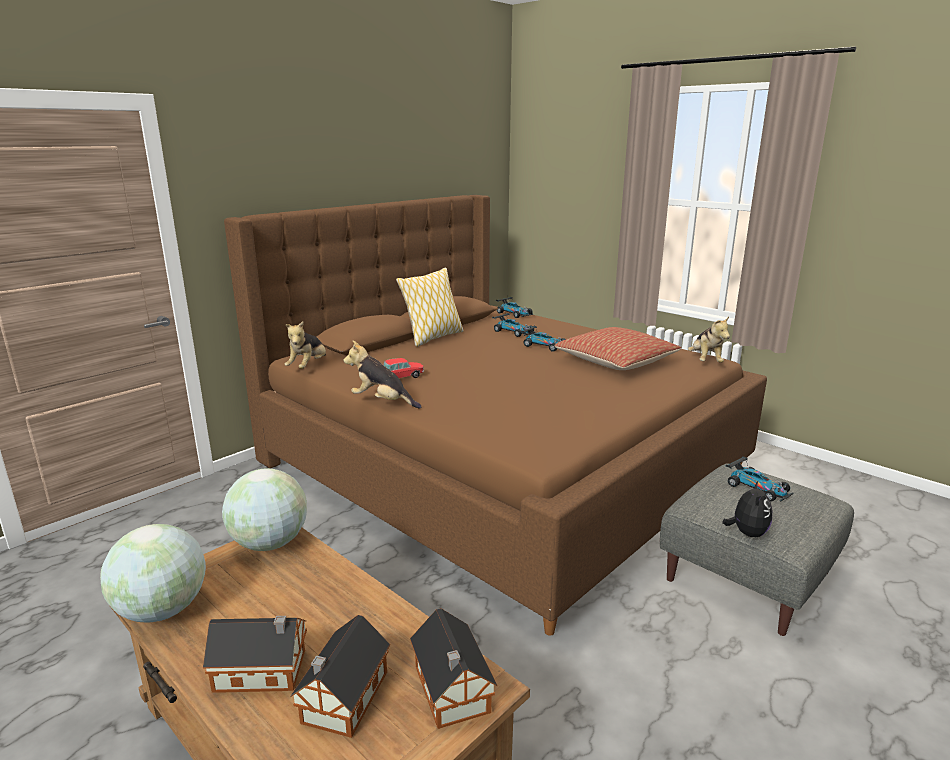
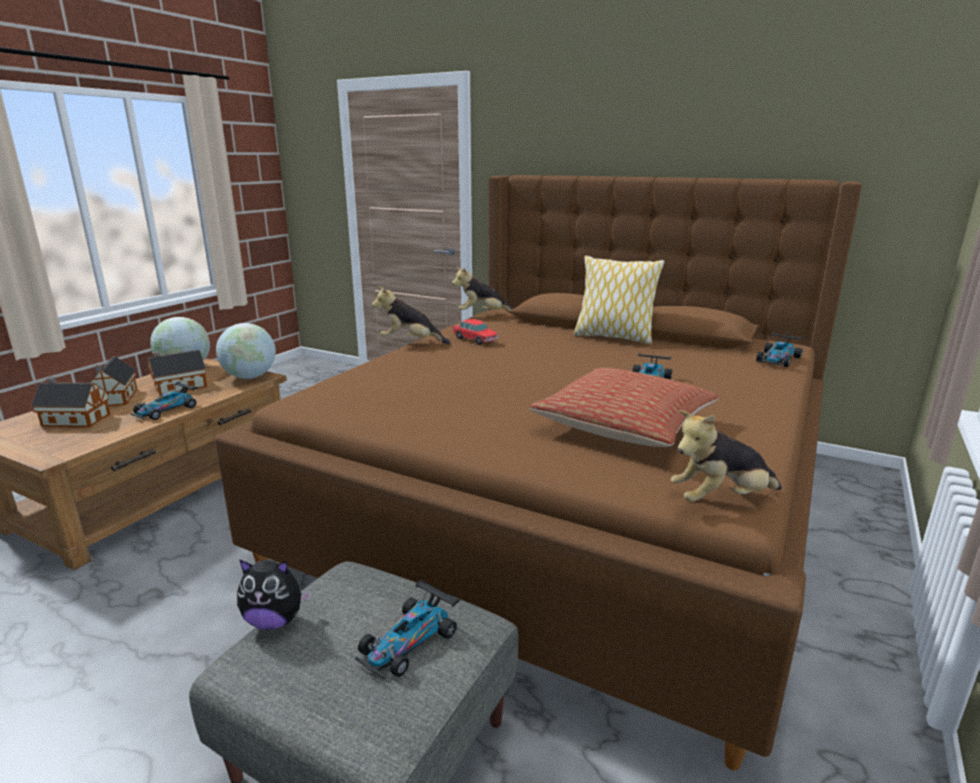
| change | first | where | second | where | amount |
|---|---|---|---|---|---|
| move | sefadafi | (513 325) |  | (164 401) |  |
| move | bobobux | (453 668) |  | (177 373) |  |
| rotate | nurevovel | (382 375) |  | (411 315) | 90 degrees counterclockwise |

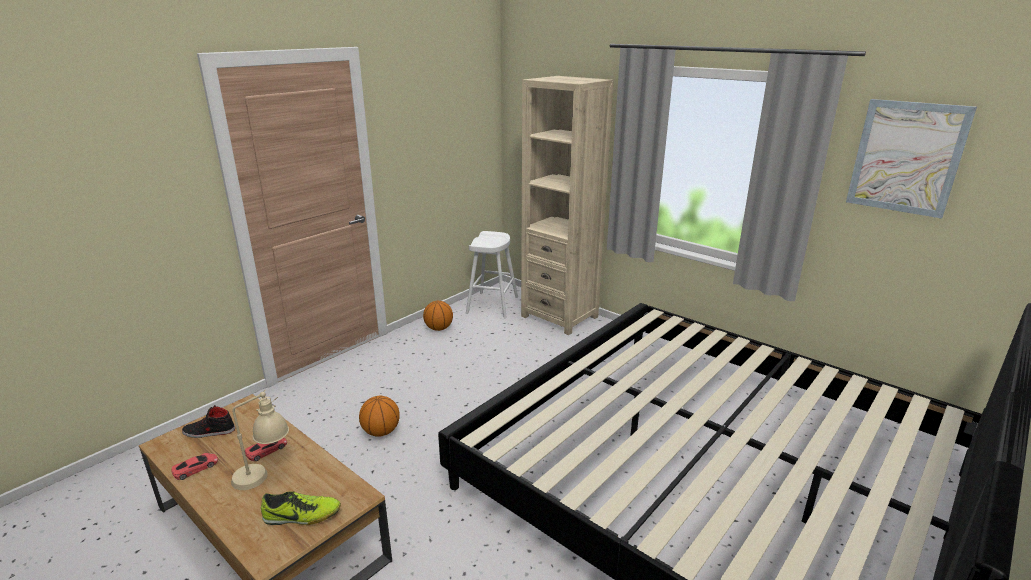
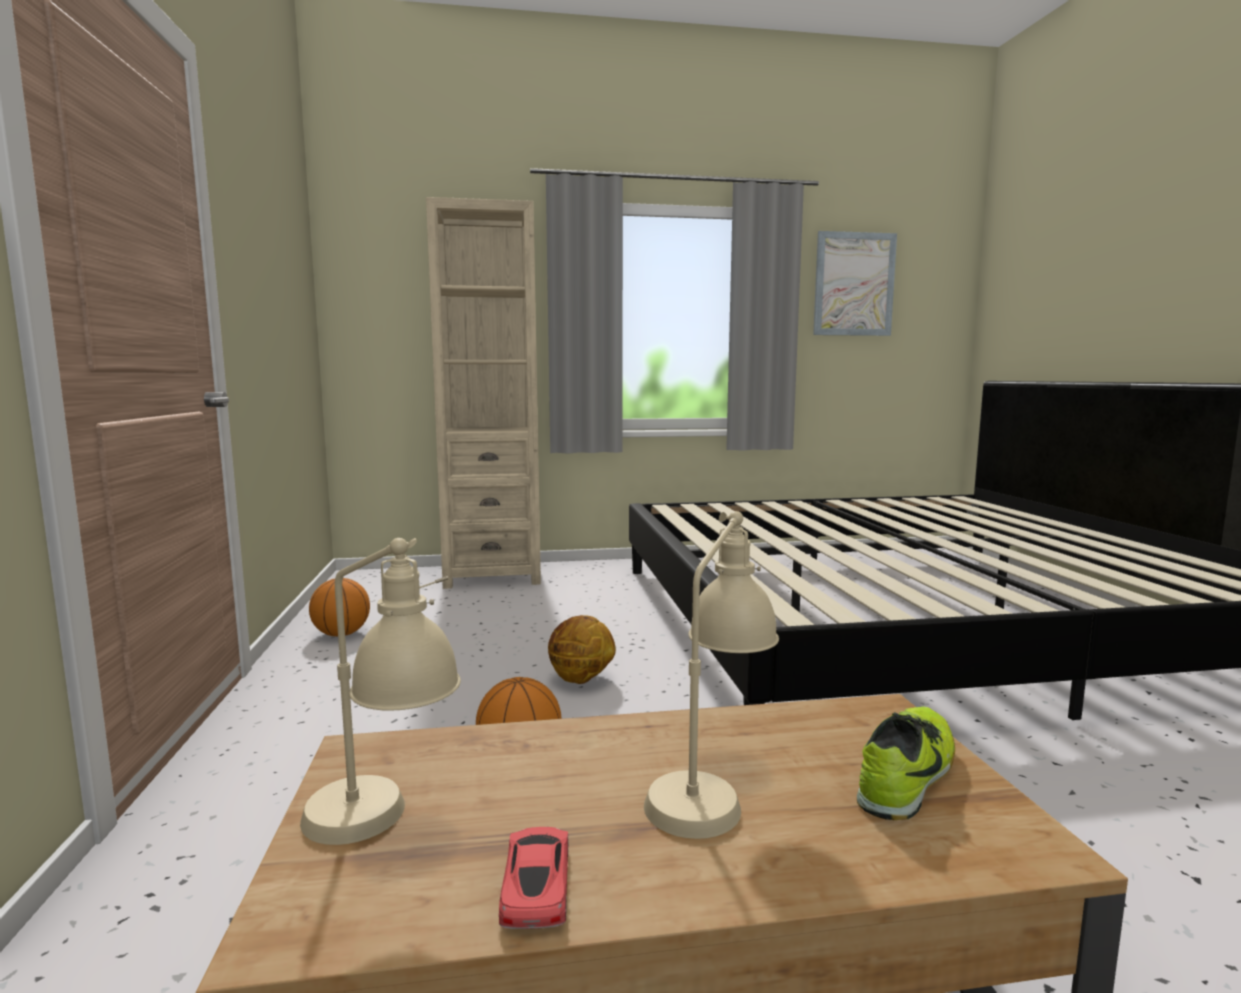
| change | first | where | second | where | amount |
|---|---|---|---|---|---|
| replace | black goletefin | (208 421) | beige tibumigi | (380 691) |  |
| insert |  |  | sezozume | (582 649) |  |
| delete | red sefadafi | (266 449) |  |  |  |
| delete | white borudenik | (492 274) |  |  |  |

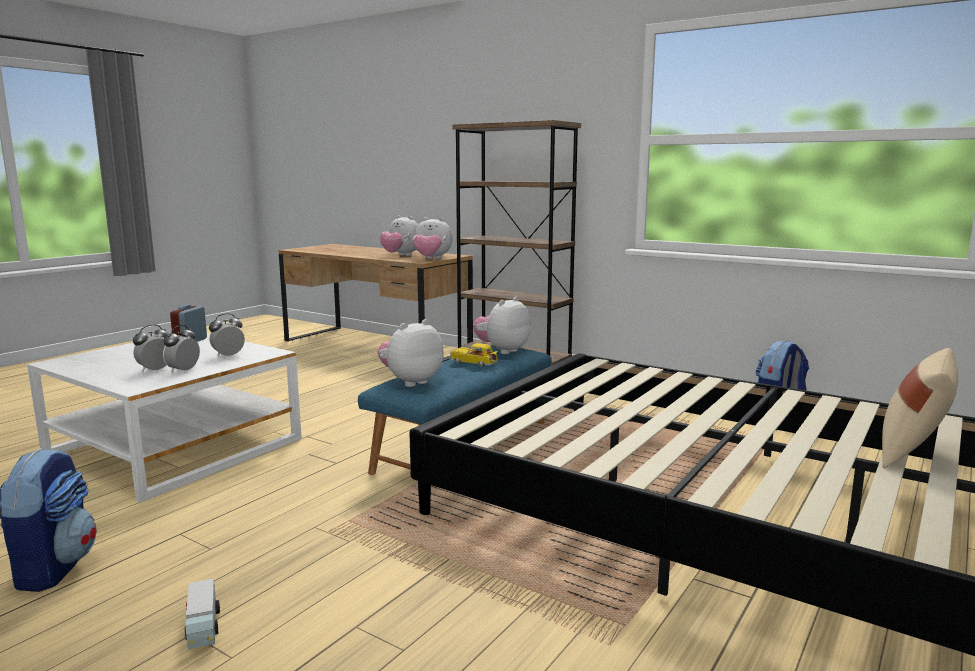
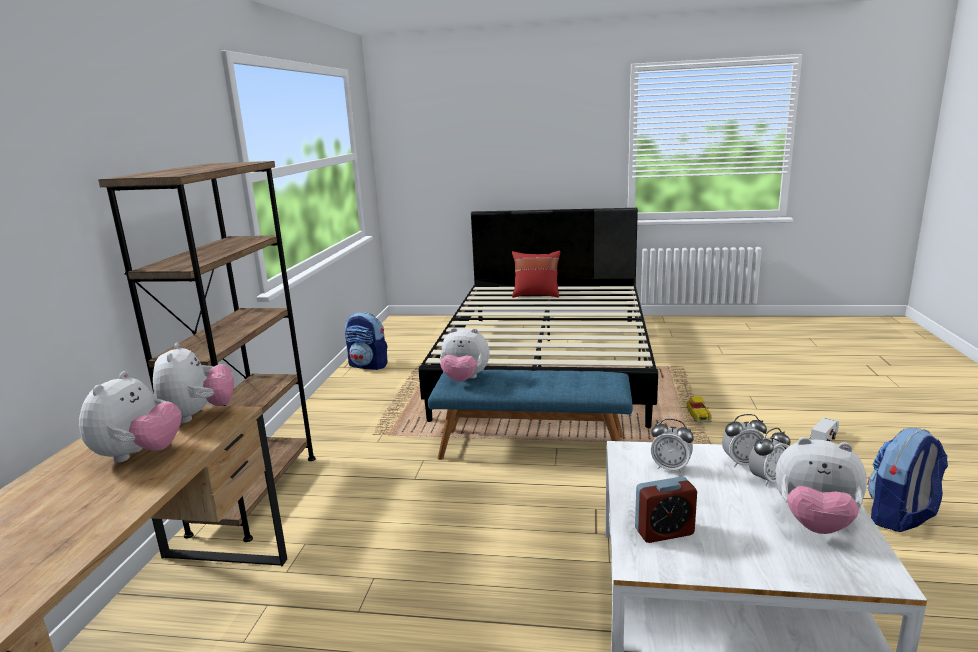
| change | first | where | second | where | amount |
|---|---|---|---|---|---|
| recolor | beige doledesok | (920 408) | red doledesok | (536 274) |  |
| move | sefadafi | (474 354) |  | (699 409) |  |
| rotate | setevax | (150 348) |  | (770 457) | 45 degrees counterclockwise |
| move | nurevovel | (410 353) |  | (821 485) |  |

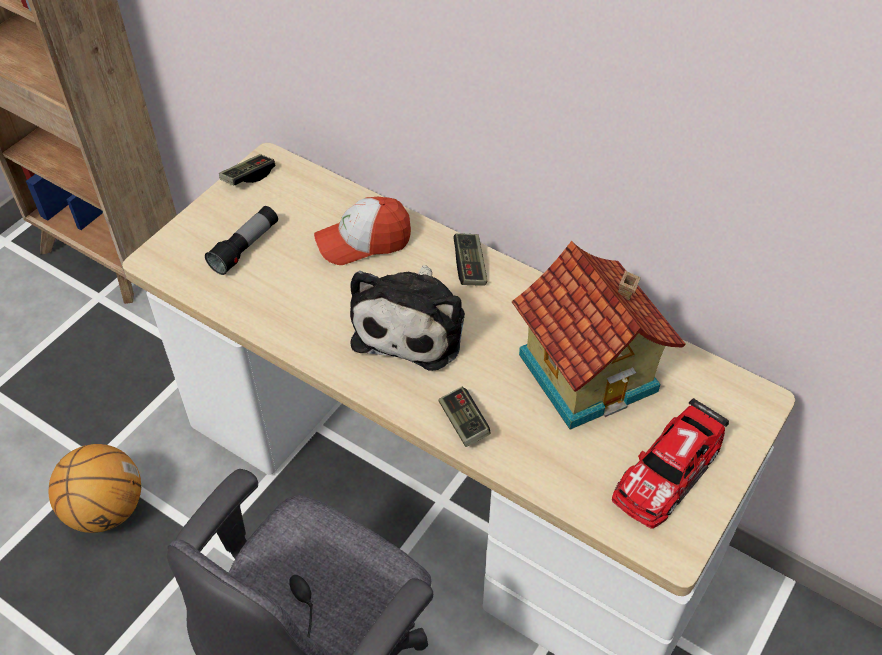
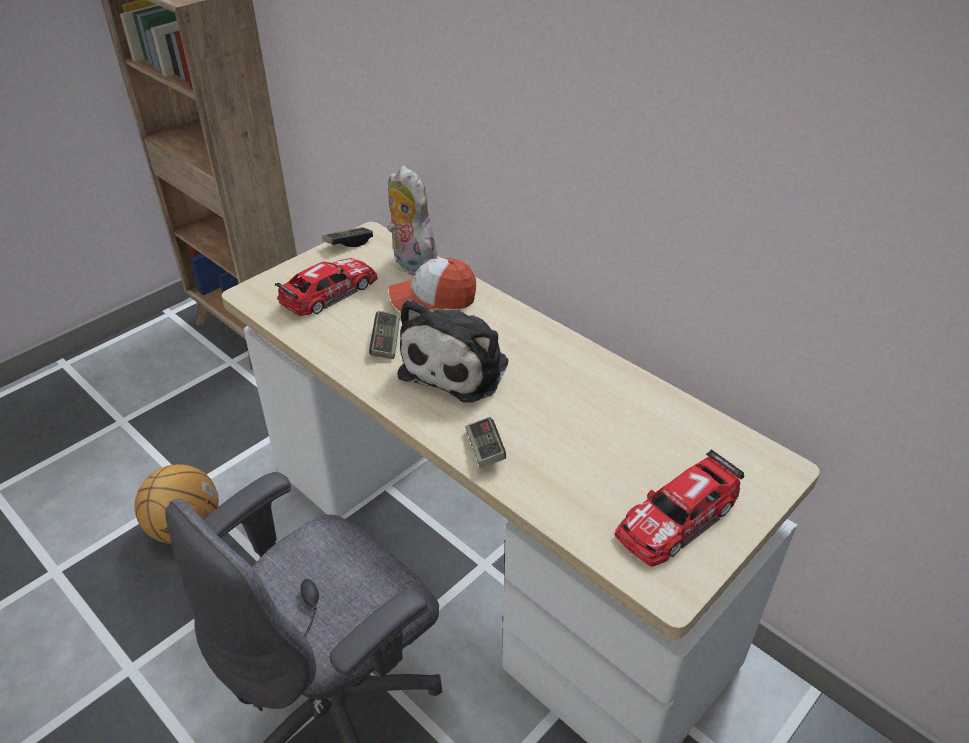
| change | first | where | second | where | amount |
|---|---|---|---|---|---|
| replace | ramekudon | (241 240) | sefadafi | (326 287) |  |
| move | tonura | (470 259) |  | (384 335) |  |
| insert |  |  | nurevovel | (412 221) |  |
| delete | bobobux | (598 335) |  |  |  |

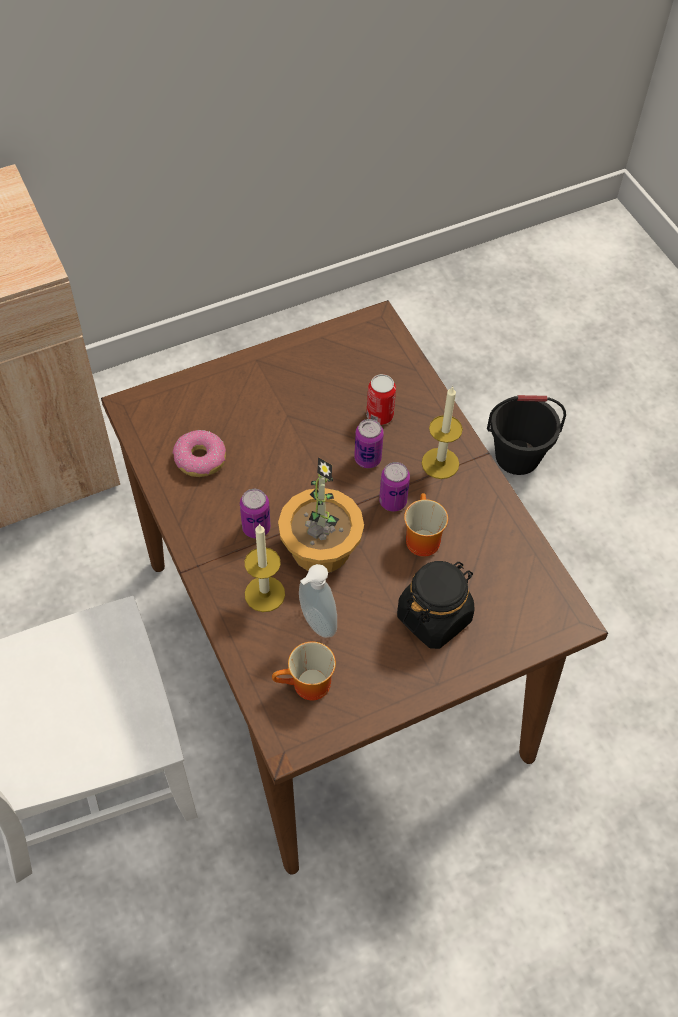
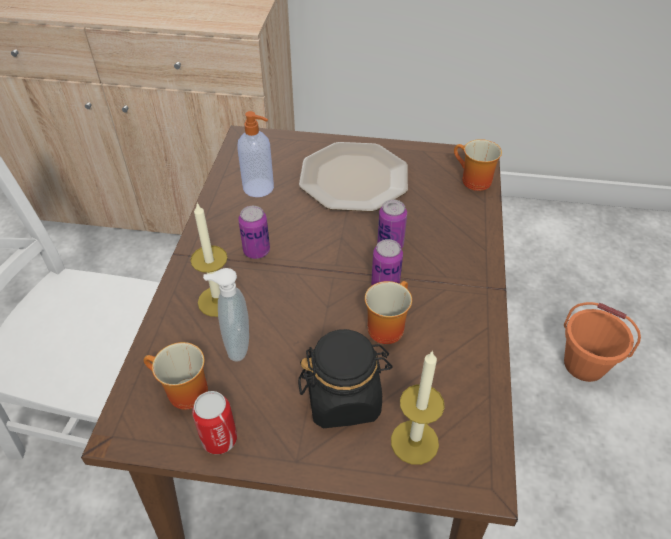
| change | first | where | second | where | amount |
|---|---|---|---|---|---|
| move | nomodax | (381 399) |  | (214 422) |  |
| replace | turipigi | (199 453) | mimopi | (255 154) |  |
| insert |  |  | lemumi | (353 177) |  |
| move | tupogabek | (442 432) |  | (418 407) |  |
| insert |  |  | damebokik | (478 165) |  |
| recolor | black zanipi | (526 435) | orange zanipi | (602 342) |  |
| delete | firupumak | (321 515) |  |  |  |

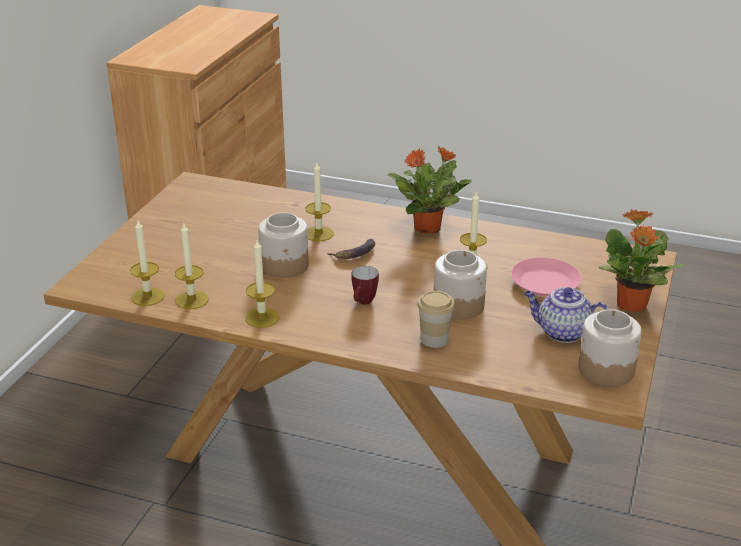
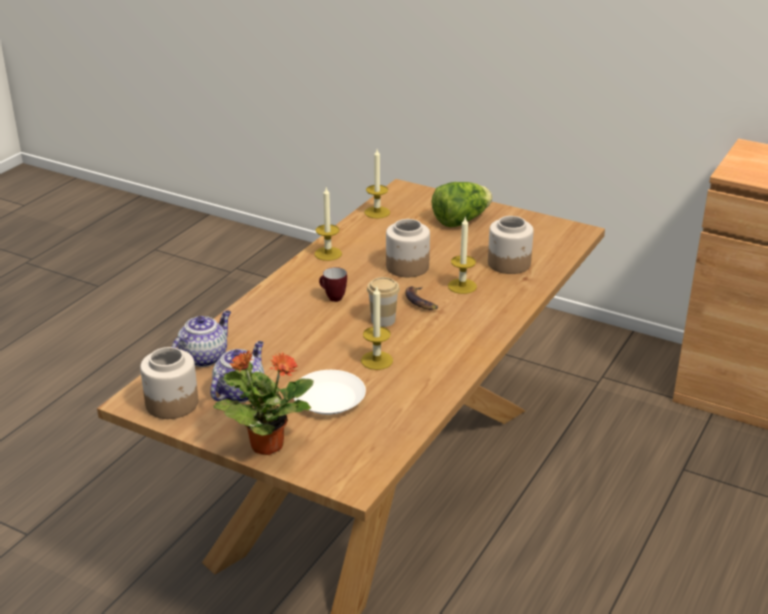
| change | first | where | second | where | amount |
|---|---|---|---|---|---|
| insert |  |  | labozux | (201 339) |  |
| recolor | pink lemumi | (546 277) | white lemumi | (330 392) |  |
| move | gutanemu | (436 319) |  | (383 302) |  |
| insert |  |  | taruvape | (462 204) |  |
| move | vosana | (460 285) |  | (511 245) |  |
| delete | tupogabek | (192 266) |  |  |  |
| delete | firupumak | (429 190) |  |  |  |

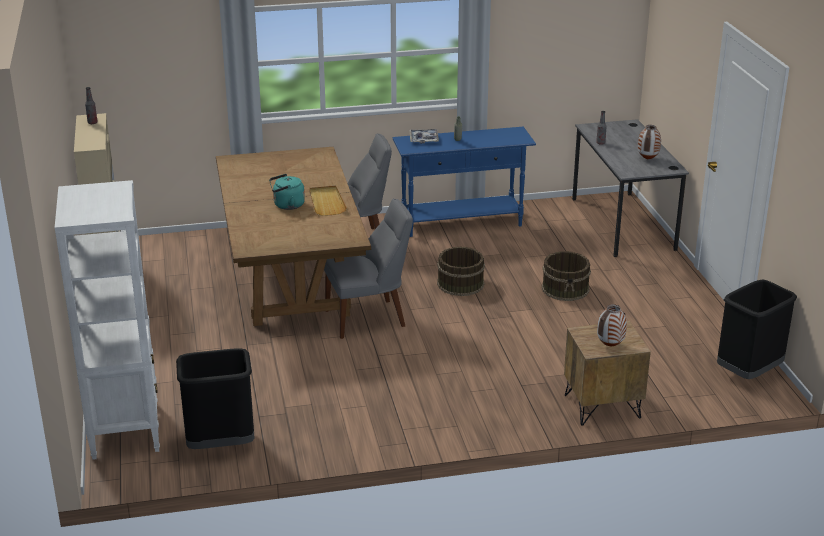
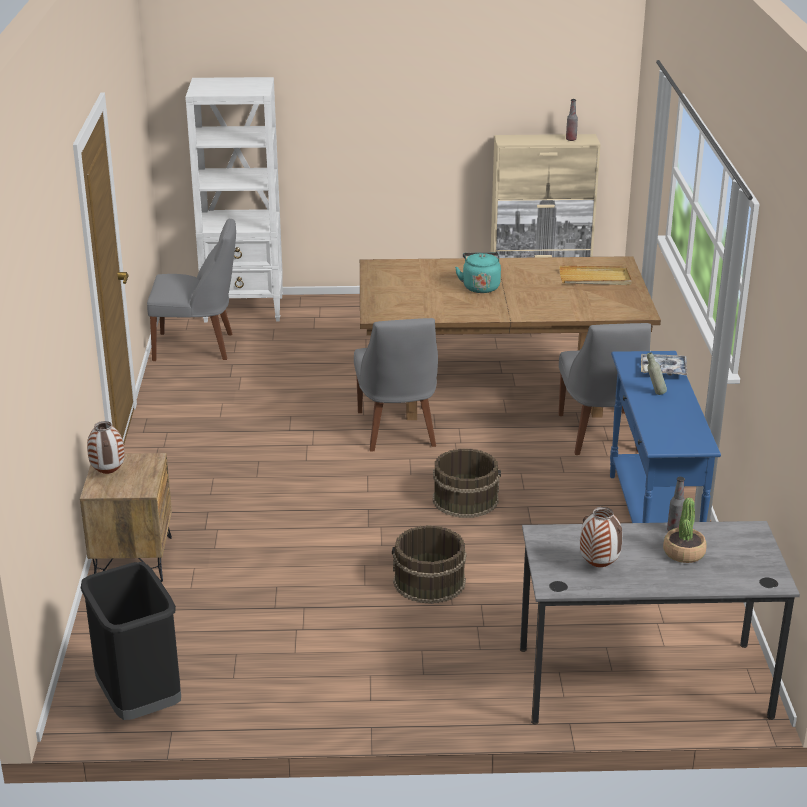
| change | first | where | second | where | amount |
|---|---|---|---|---|---|
| replace | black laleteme | (215 398) | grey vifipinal | (191 289) |  |
| move | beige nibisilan | (328 201) |  | (595 275) |  |
| insert |  |  | firupumak | (685 530) |  |

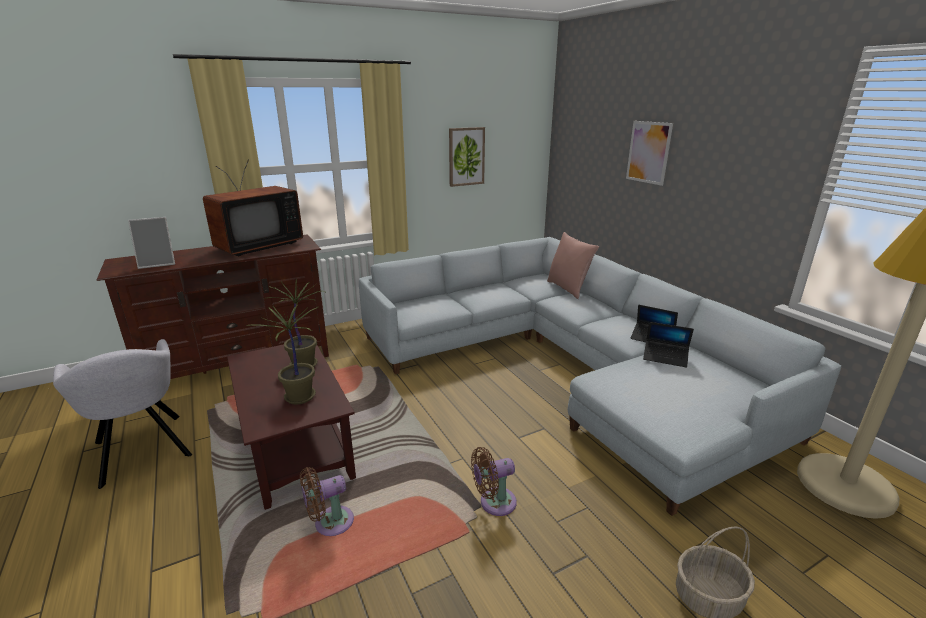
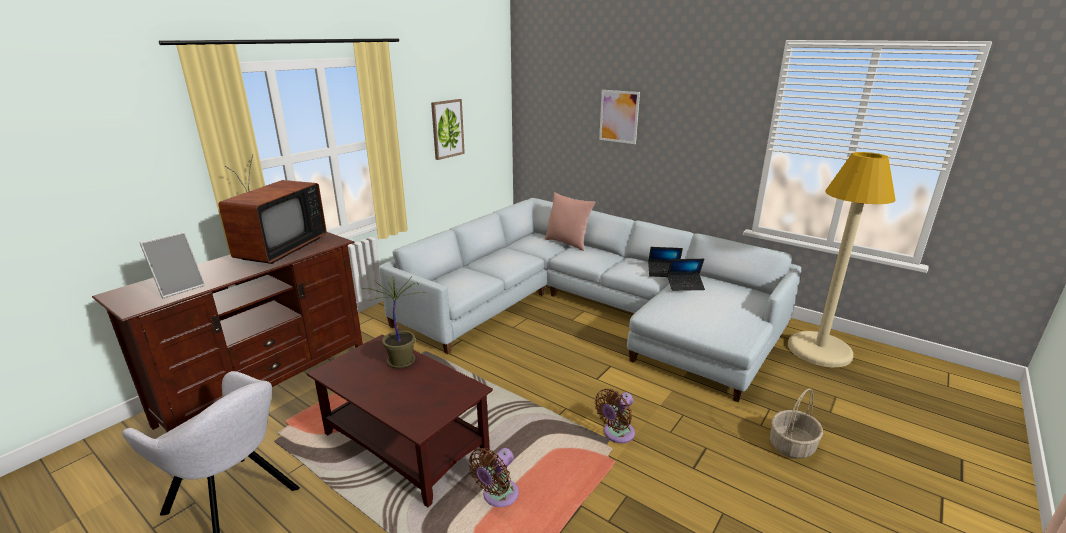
| change | first | where | second | where | amount |
|---|---|---|---|---|---|
| delete | firupumak | (287 353) |  |  |  |

